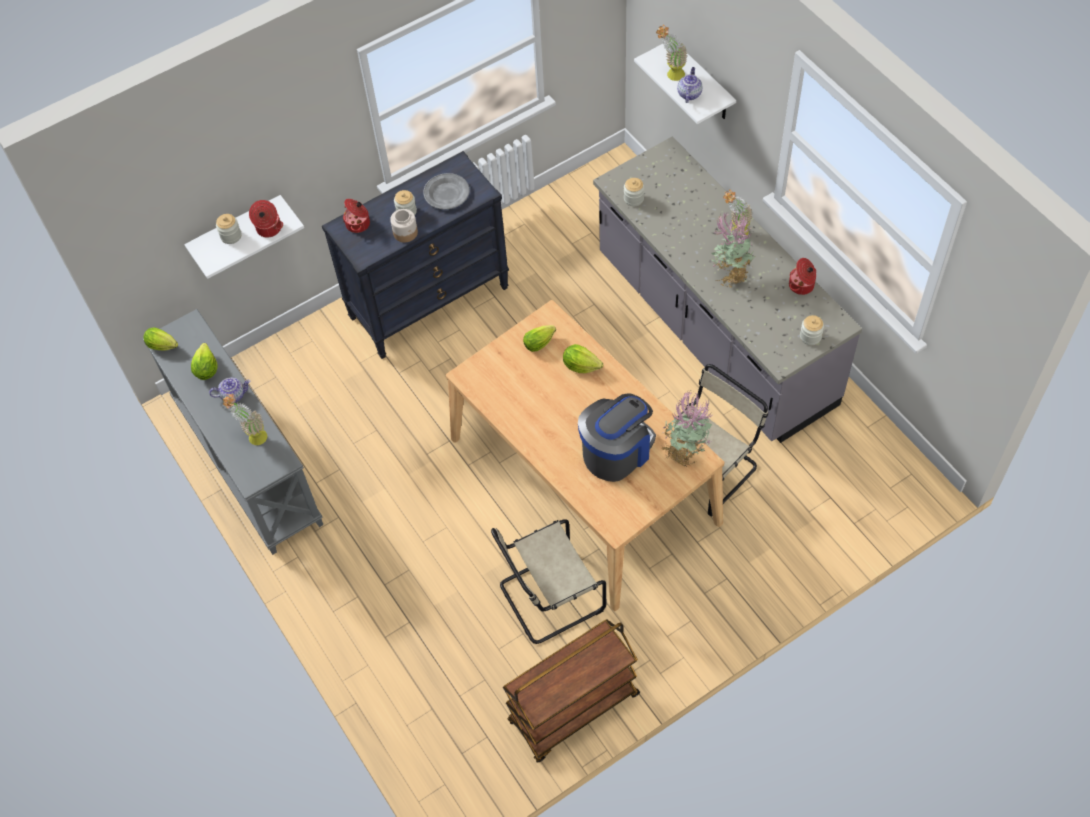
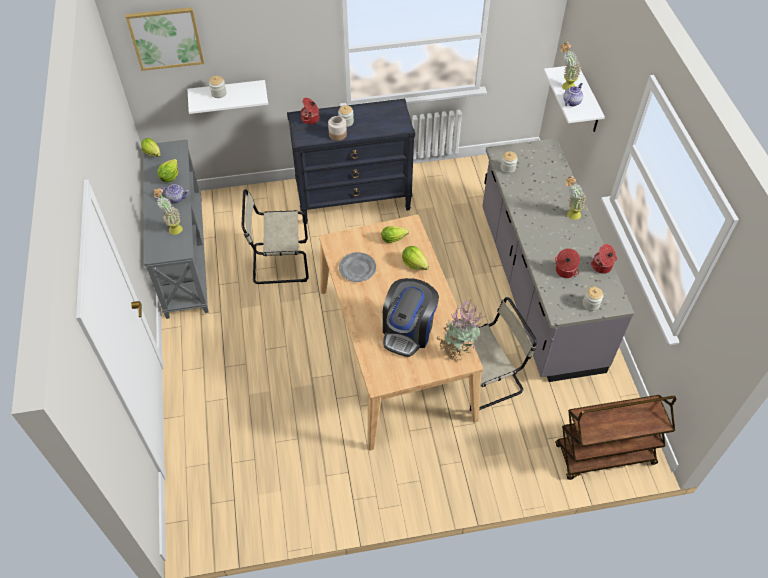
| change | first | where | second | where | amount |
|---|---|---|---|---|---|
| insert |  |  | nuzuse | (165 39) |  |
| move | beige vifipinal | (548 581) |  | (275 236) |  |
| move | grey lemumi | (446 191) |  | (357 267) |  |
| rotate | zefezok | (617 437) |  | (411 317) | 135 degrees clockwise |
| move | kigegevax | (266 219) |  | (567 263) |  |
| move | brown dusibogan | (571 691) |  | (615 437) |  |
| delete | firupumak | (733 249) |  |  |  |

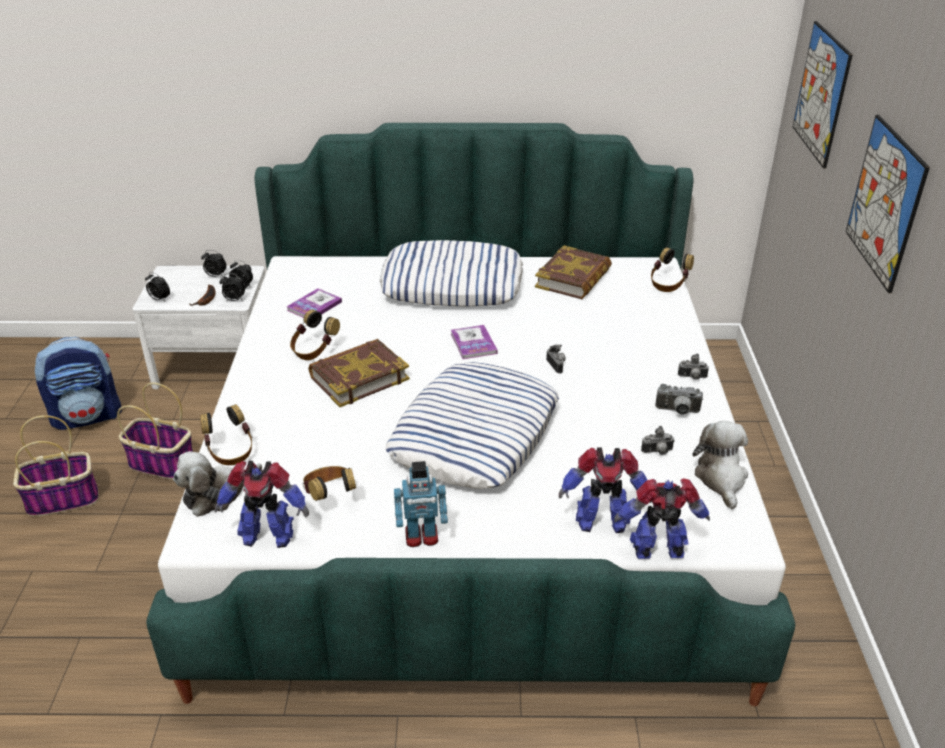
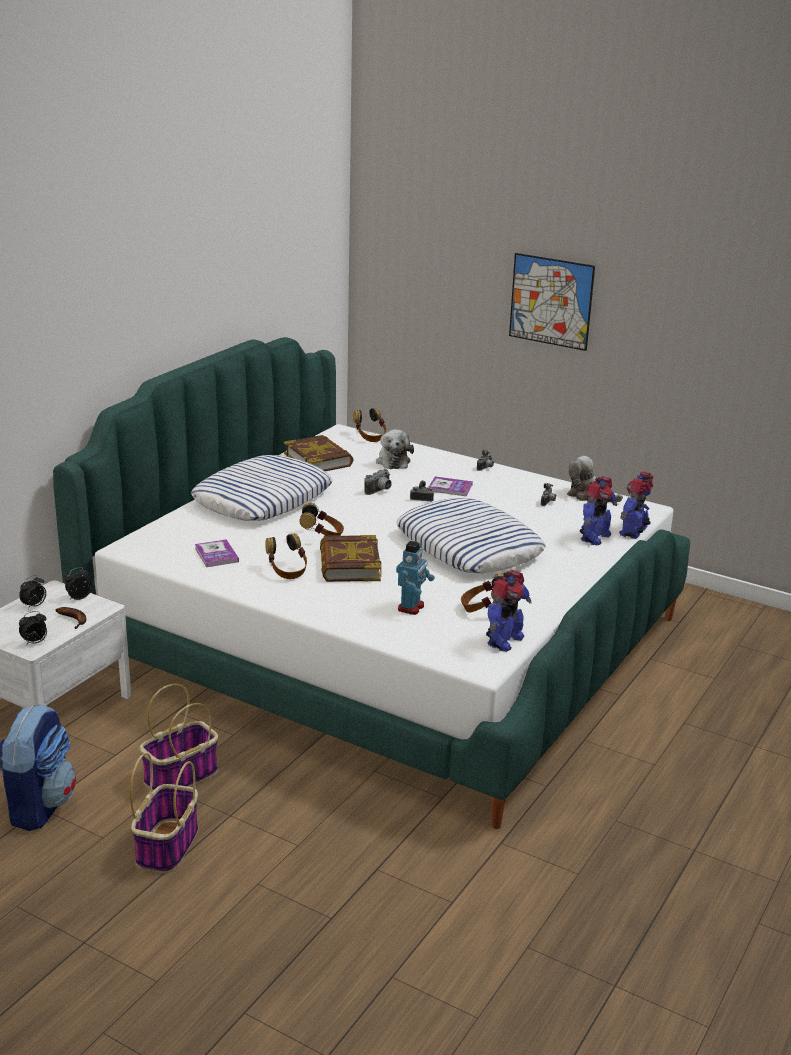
| change | first | where | second | where | amount |
|---|---|---|---|---|---|
| move | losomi | (226 434) |  | (321 519) |  |
| move | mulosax | (679 399) |  | (378 482) |  |
| move | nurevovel | (217 484) |  | (395 449) |  |
| move | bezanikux | (421 504) |  | (415 578) |  |
| move | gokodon | (474 342) |  | (450 486) |  |
| delete | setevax | (232 287) |  |  |  |
| delete | nuzuse | (823 95) |  |  |  |

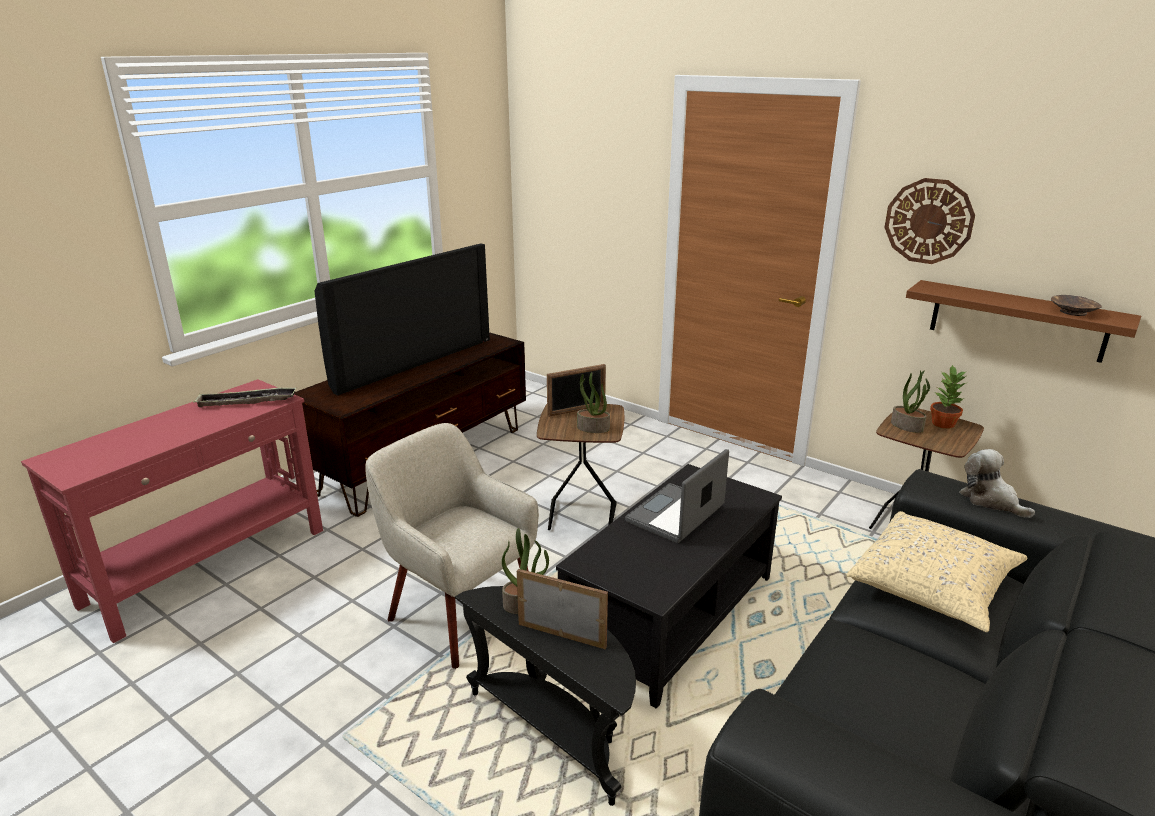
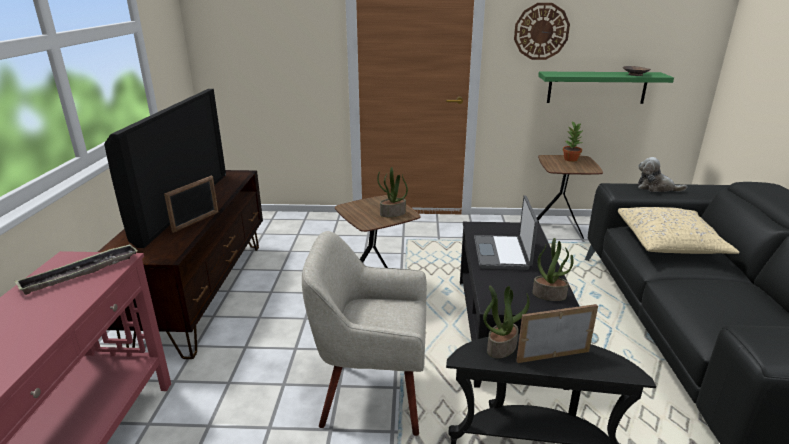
| change | first | where | second | where | amount |
|---|---|---|---|---|---|
| move | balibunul | (576 390) |  | (191 204) |  |
| move | firupumak | (910 401) |  | (553 269) |  |
| recolor | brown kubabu | (1023 321) | green kubabu | (606 88) |  |

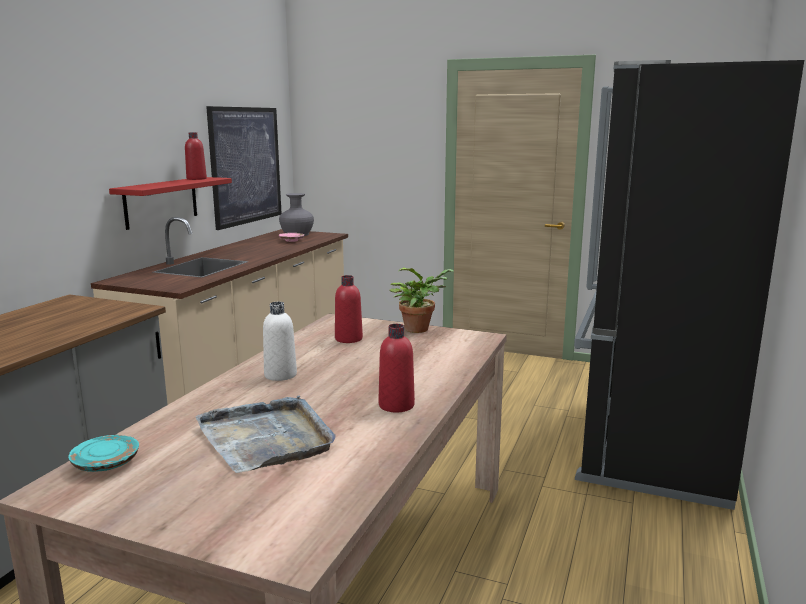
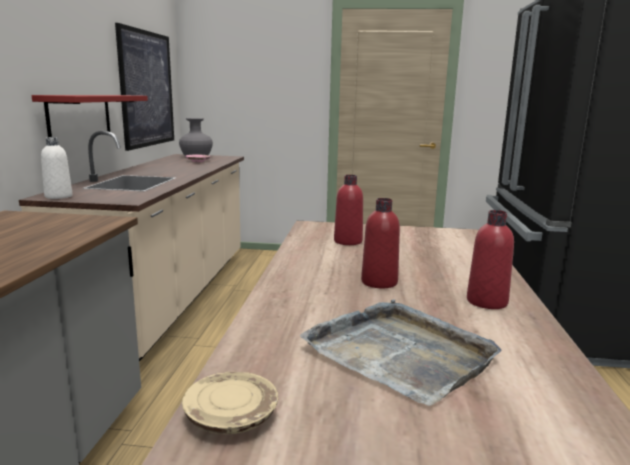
| change | first | where | second | where | amount |
|---|---|---|---|---|---|
| move | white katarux | (280 341) |  | (56 168) |  |
| recolor | turquoise lemumi | (103 453) | beige lemumi | (230 403) |  |
| move | red katarux | (196 156) |  | (380 243) |  |
| delete | firupumak | (422 300) |  |  |  |

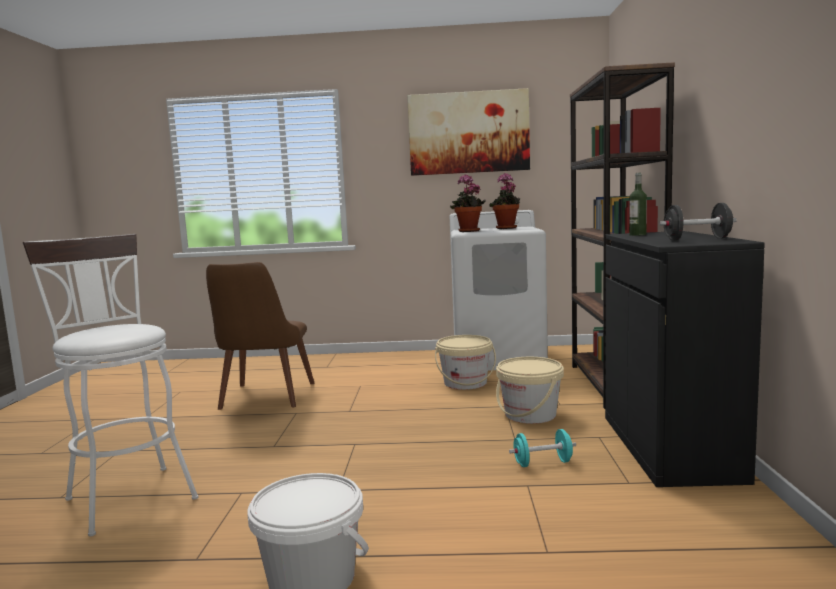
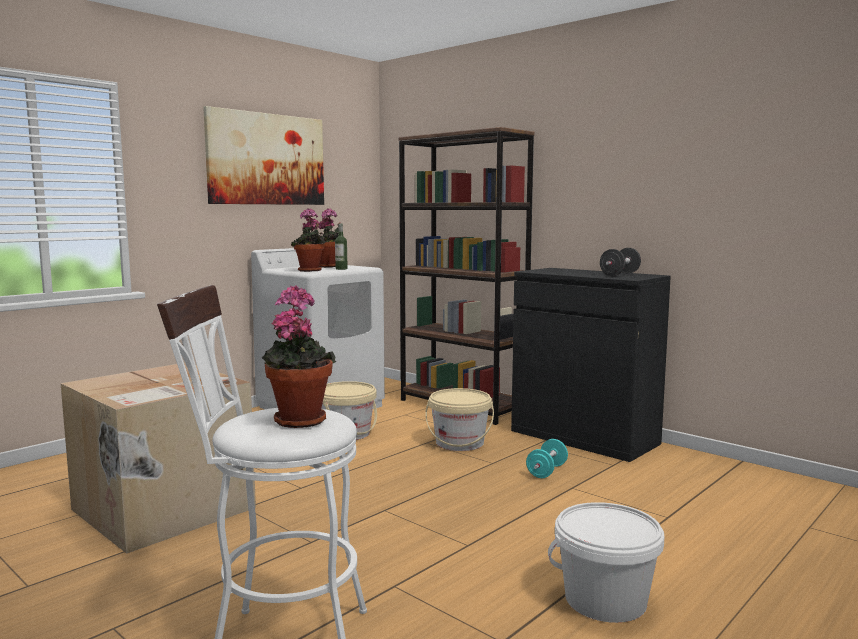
| change | first | where | second | where | amount |
|---|---|---|---|---|---|
| replace | brown vifipinal | (260 336) | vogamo | (158 458) |  |
| insert |  |  | firupumak | (298 356) |  |
| move | katarux | (638 204) |  | (341 247) |  |

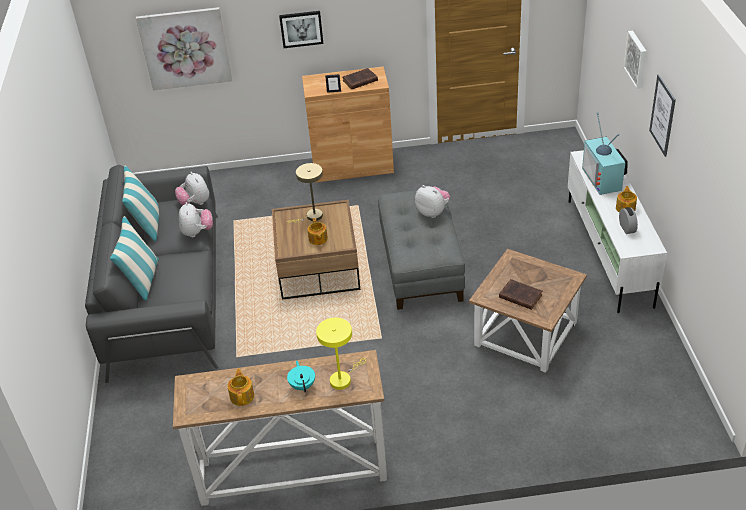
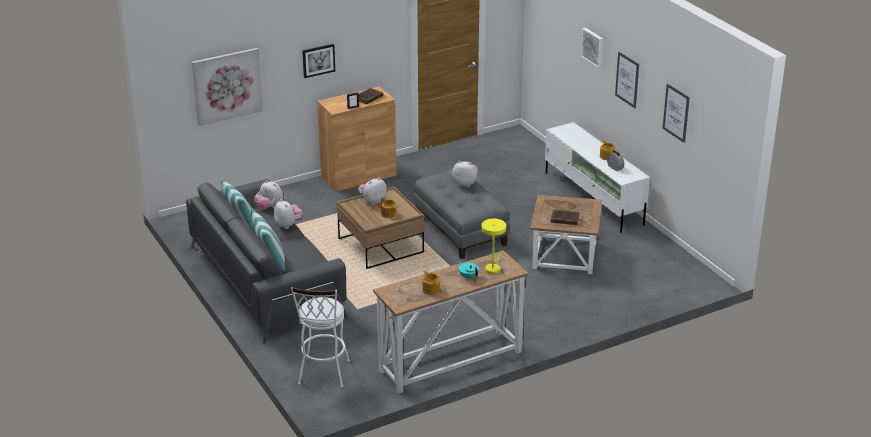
| change | first | where | second | where | amount |
|---|---|---|---|---|---|
| insert |  |  | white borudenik | (320 337) |  |
| replace | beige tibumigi | (305 193) | nurevovel | (372 191) |  |
| insert |  |  | nuzuse | (676 113) |  |
| delete | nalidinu | (605 153) |  |  |  |

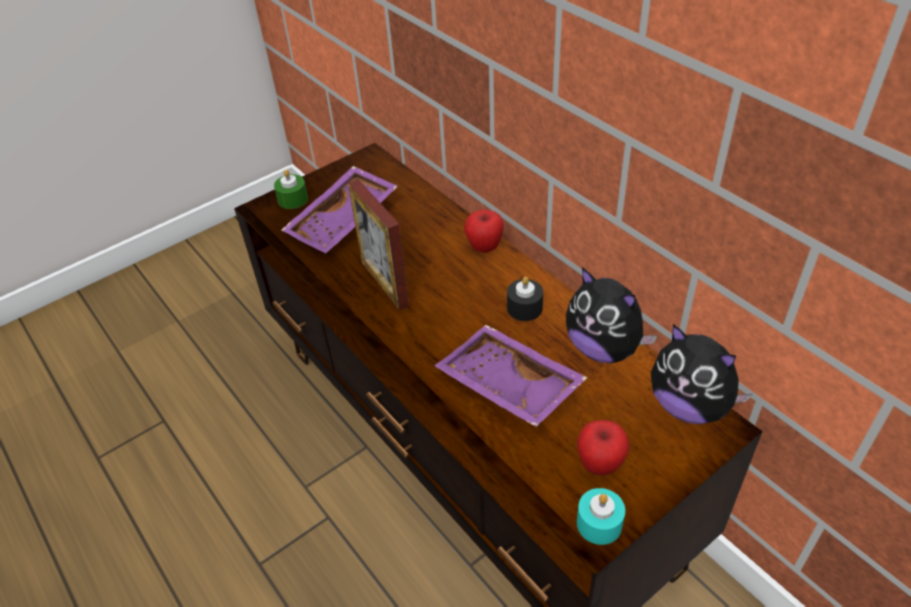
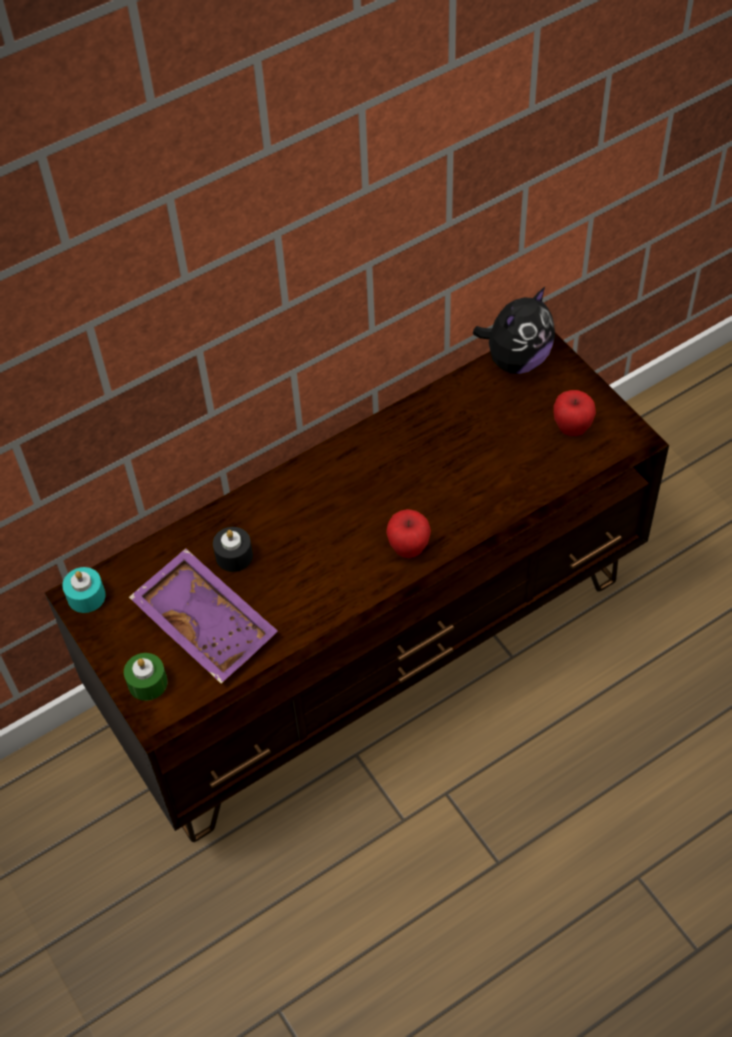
| change | first | where | second | where | amount |
|---|---|---|---|---|---|
| move | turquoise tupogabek | (601 516) |  | (83 590) |  |
| move | black tupogabek | (525 299) |  | (233 549) |  |
| move | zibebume | (484 231) |  | (408 533) |  |
| delete | balibunul | (379 244) |  |  |  |
| delete | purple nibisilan | (511 376) |  |  |  |
| delete | nurevovel | (612 315) |  |  |  |

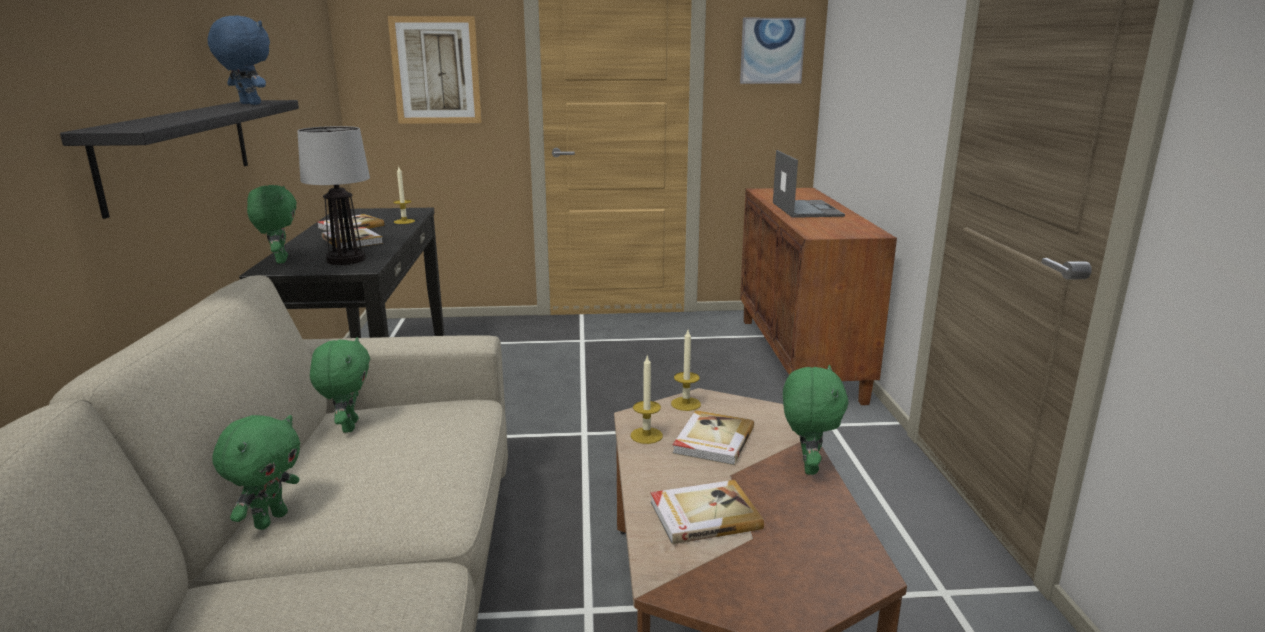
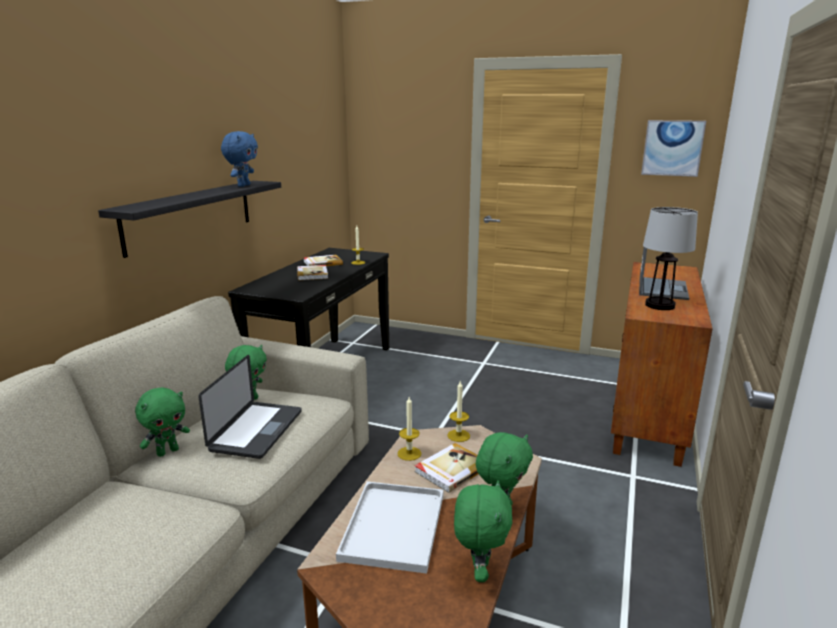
| change | first | where | second | where | amount |
|---|---|---|---|---|---|
| insert |  |  | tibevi | (250 407) |  |
| rotate | blue nurevovel | (239 60) |  | (239 159) | 45 degrees clockwise |
| replace | gokodon | (707 512) | white nibisilan | (389 527) |  |
| move | green nurevovel | (272 224) |  | (483 531) |  |
| move | tibumigi | (334 195) |  | (670 258) |  |
| delete | nuzuse | (435 70) |  |  |  |

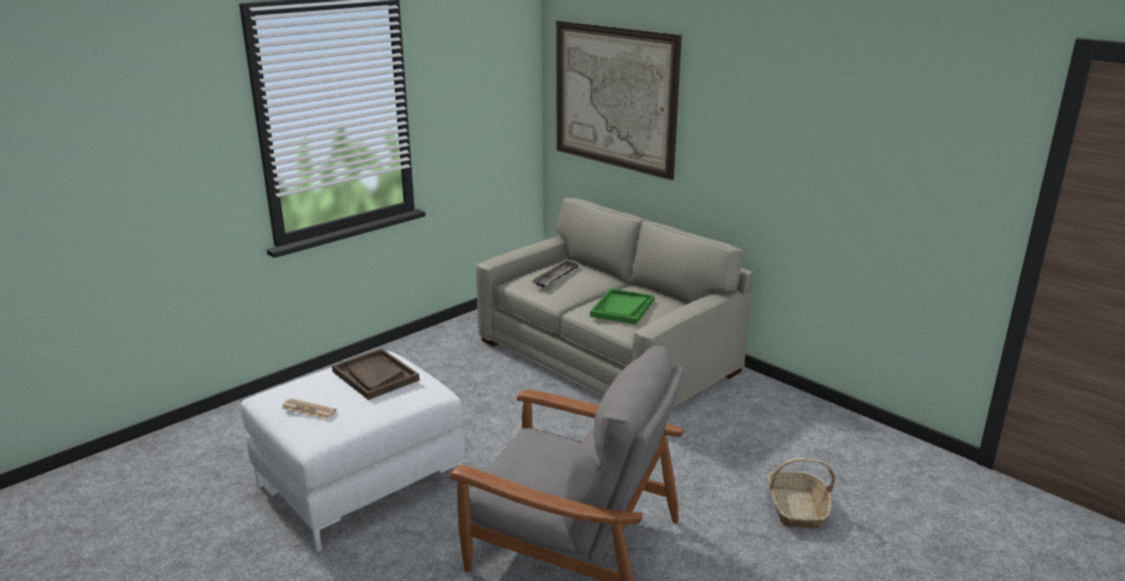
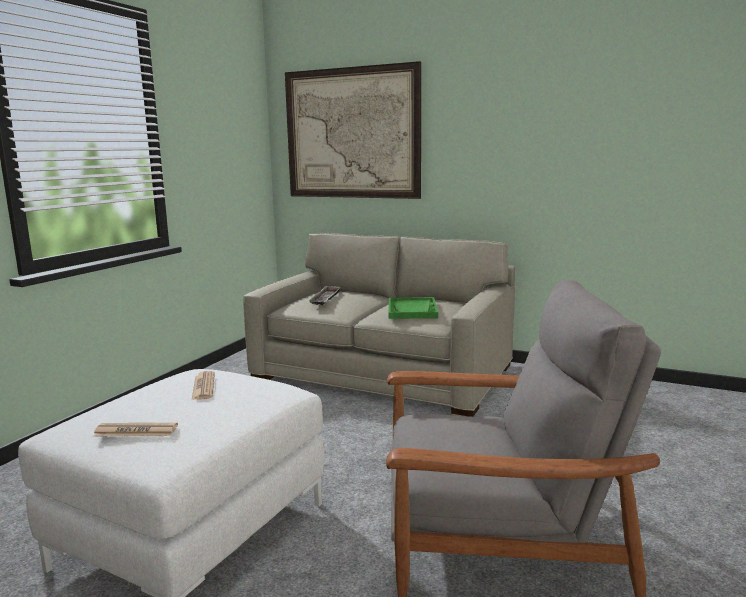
| change | first | where | second | where | amount |
|---|---|---|---|---|---|
| replace | brown nibisilan | (375 374) | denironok | (203 385) |  |
| delete | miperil | (801 493) |  |  |  |

